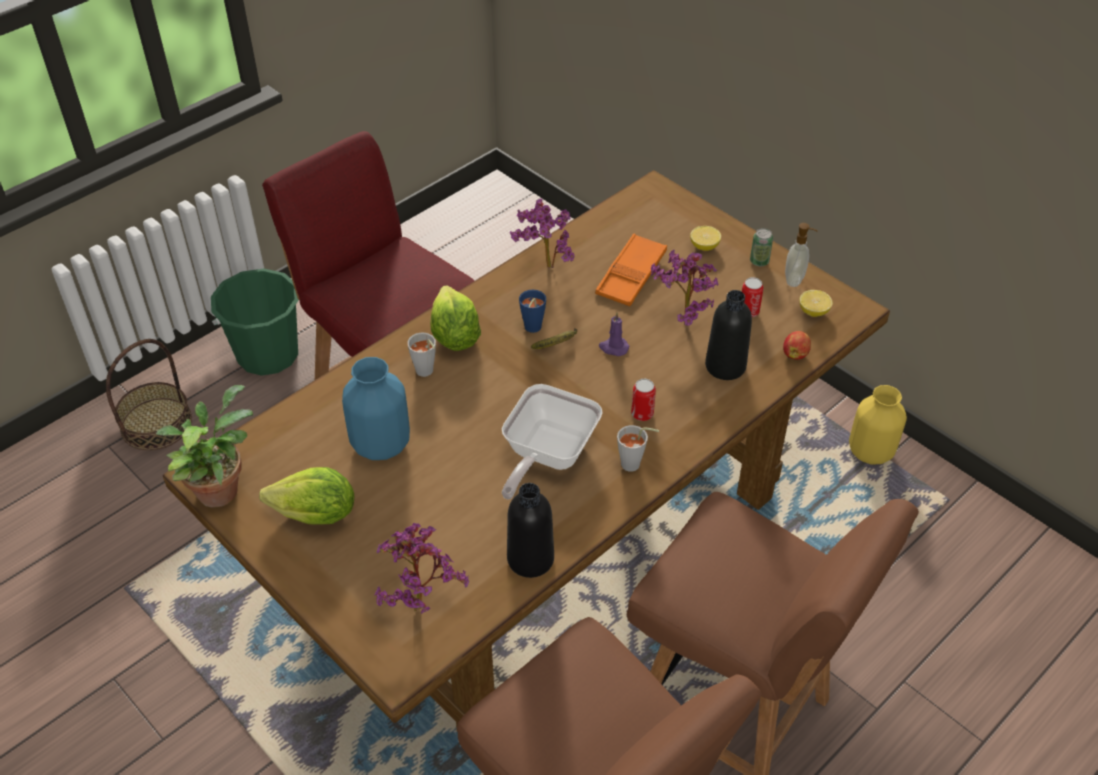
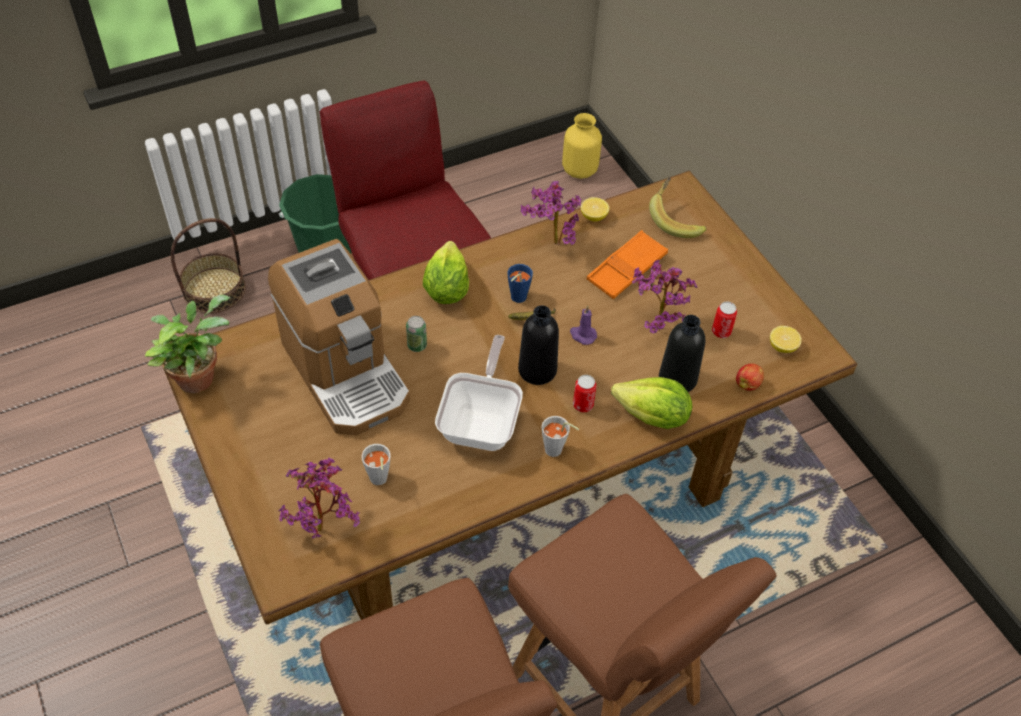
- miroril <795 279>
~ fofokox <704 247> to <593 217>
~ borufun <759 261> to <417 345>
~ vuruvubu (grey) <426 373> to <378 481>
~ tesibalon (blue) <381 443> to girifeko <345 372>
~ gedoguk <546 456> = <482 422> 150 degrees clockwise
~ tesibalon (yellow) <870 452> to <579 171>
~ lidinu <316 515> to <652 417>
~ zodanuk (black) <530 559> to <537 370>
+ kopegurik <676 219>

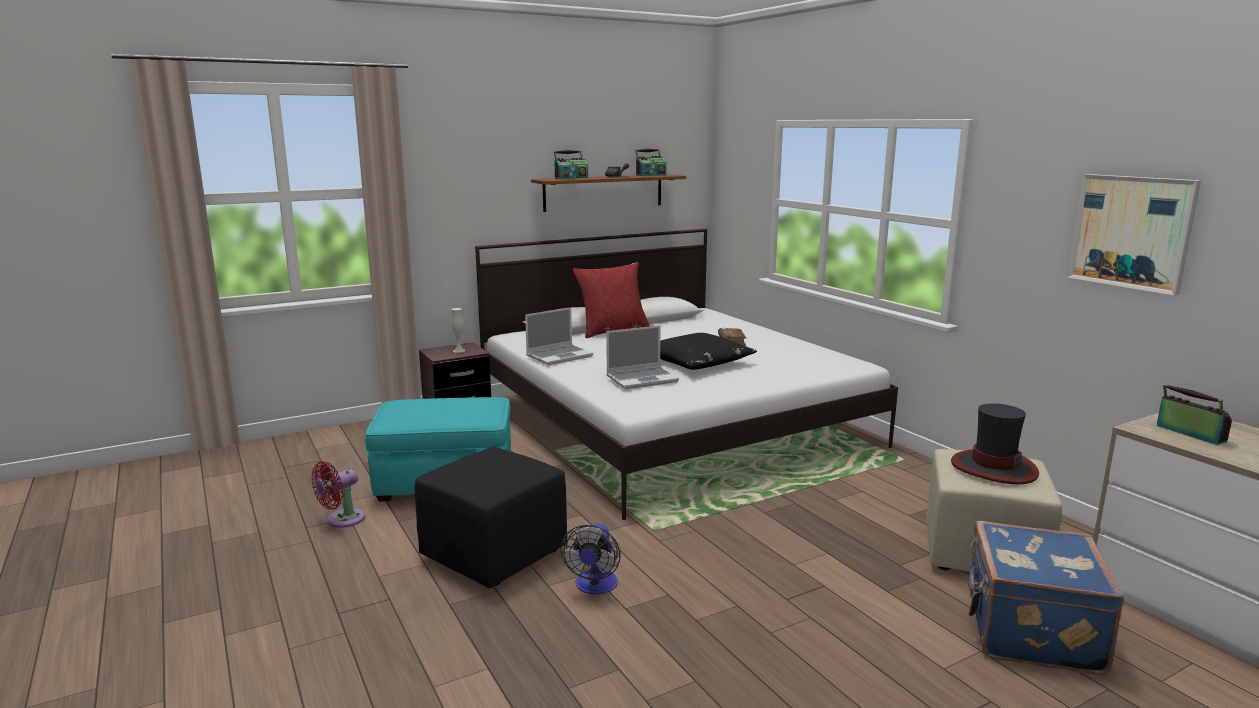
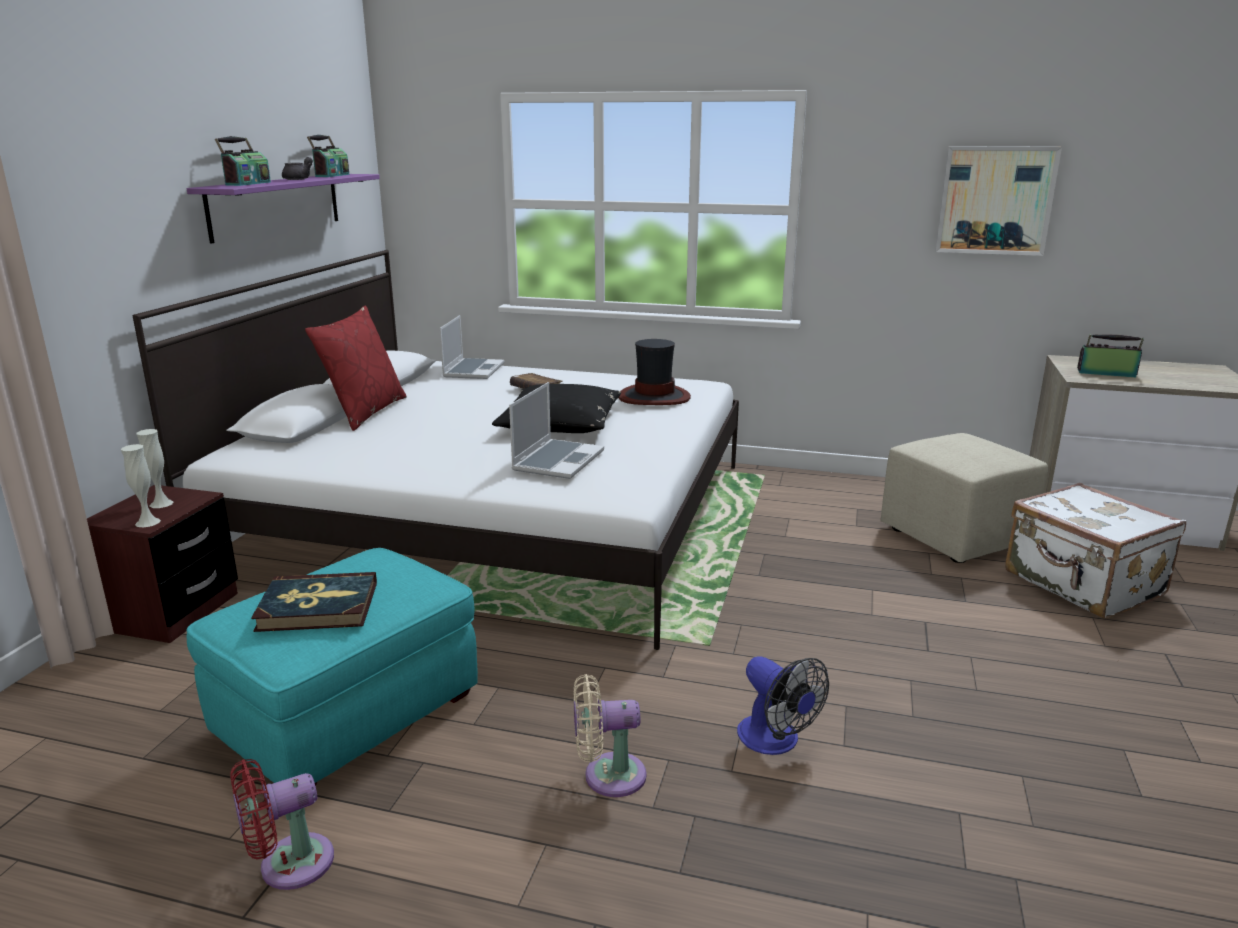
~ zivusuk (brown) <603 192> to zivusuk (purple) <276 205>
~ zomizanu <559 356> to <473 370>
~ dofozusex <993 468> to <653 397>
~ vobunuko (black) <493 556> to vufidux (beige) <608 776>
~ vufidux (red) <342 520> = <288 865> 60 degrees clockwise
~ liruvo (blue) <1029 631> to liruvo (white) <1082 585>
+ tesibalon (white) <147 522>
+ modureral <318 607>

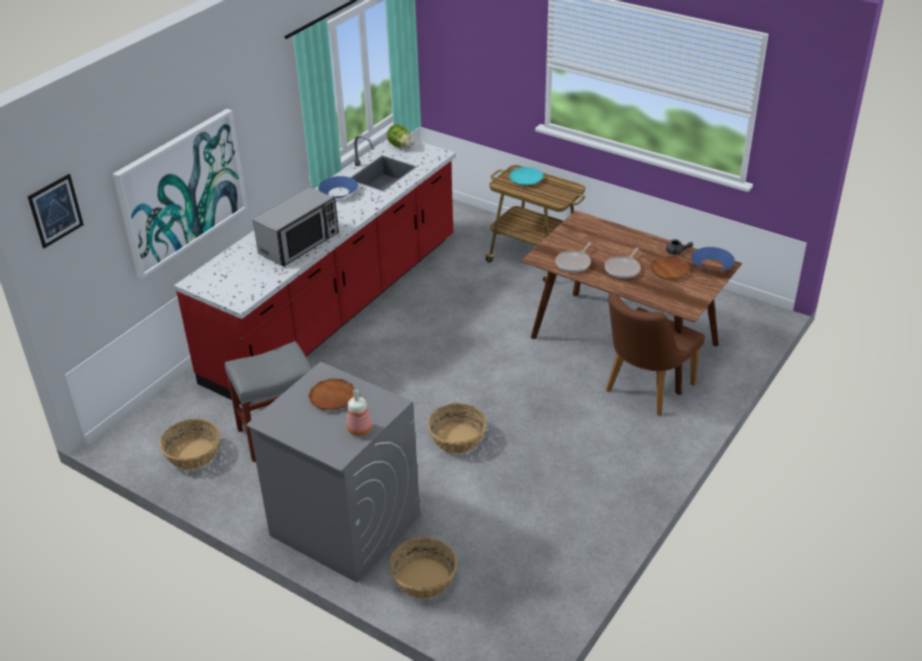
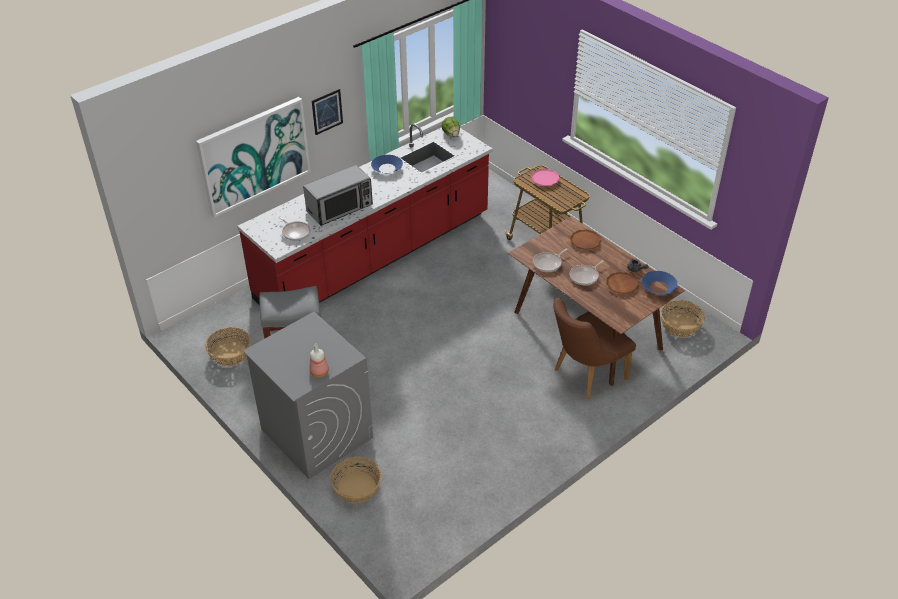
~ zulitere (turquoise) <526 178> to zulitere (pink) <545 179>
~ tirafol <55 210> to <327 111>
~ zulitere (brown) <332 397> to <585 241>
~ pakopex <457 438> to <680 326>
+ gedoguk <295 232>

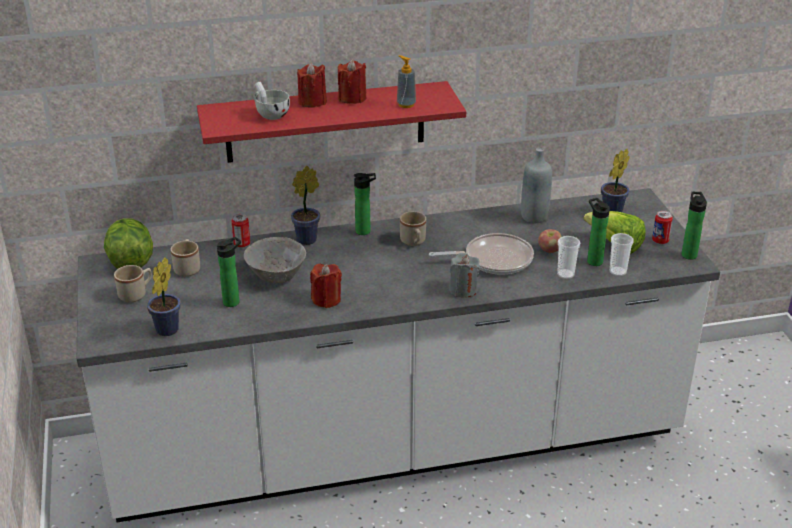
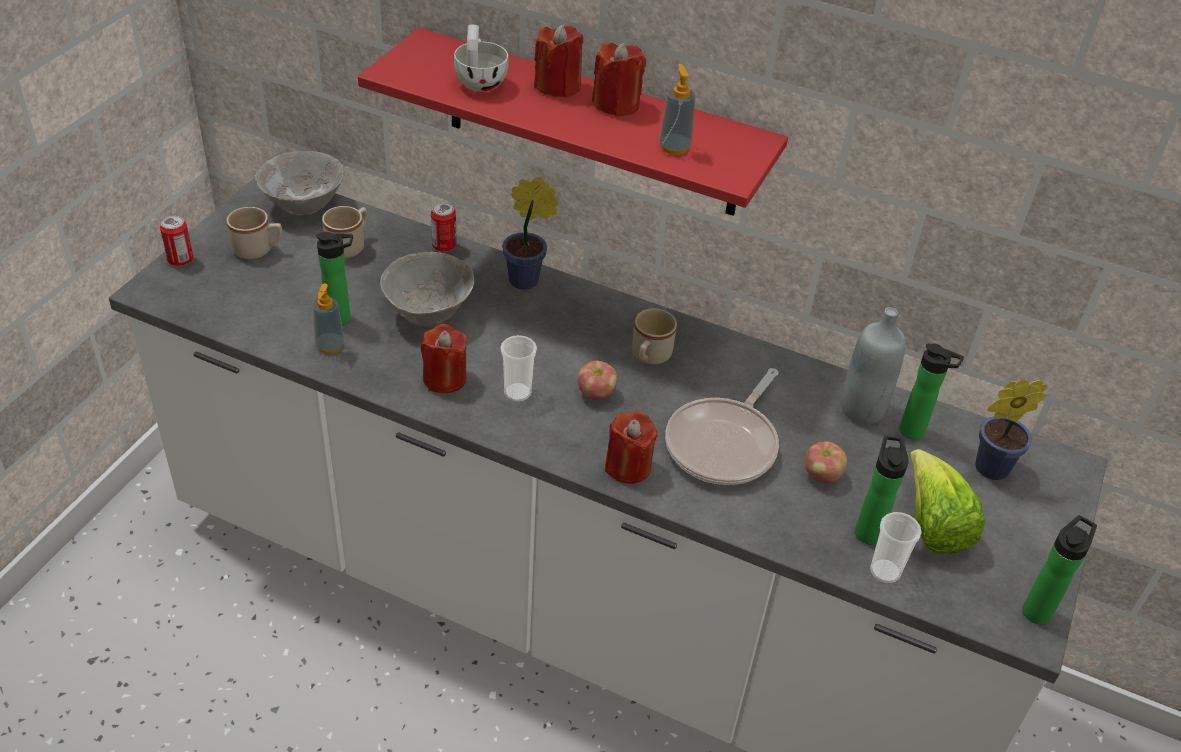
~ zodanuk <365 231> to <916 432>
~ borufun <660 241> to <180 260>
~ lidinu <130 262> to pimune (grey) <303 205>
~ gedoguk <493 259> = <724 444> 90 degrees clockwise
~ vuruvubu <565 274> to <517 393>
~ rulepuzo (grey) <463 290> to rulepuzo (red) <628 466>
- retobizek <165 331>
+ miroril <330 346>
+ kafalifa <596 393>

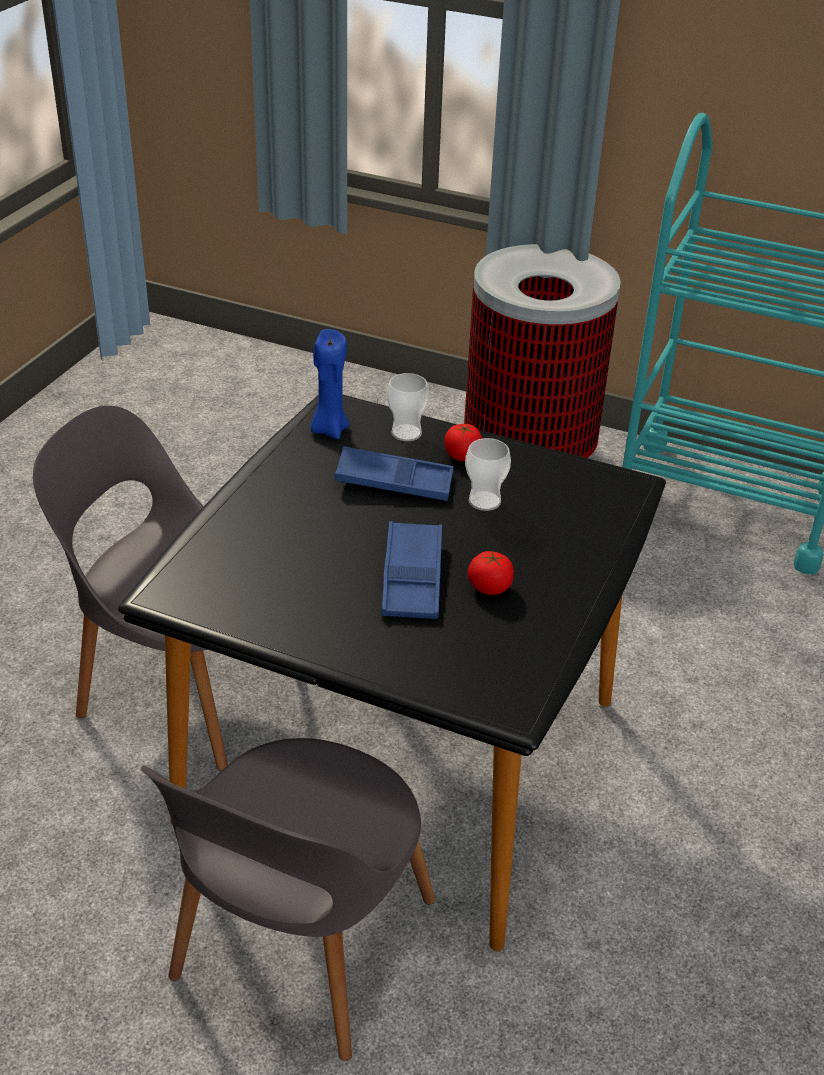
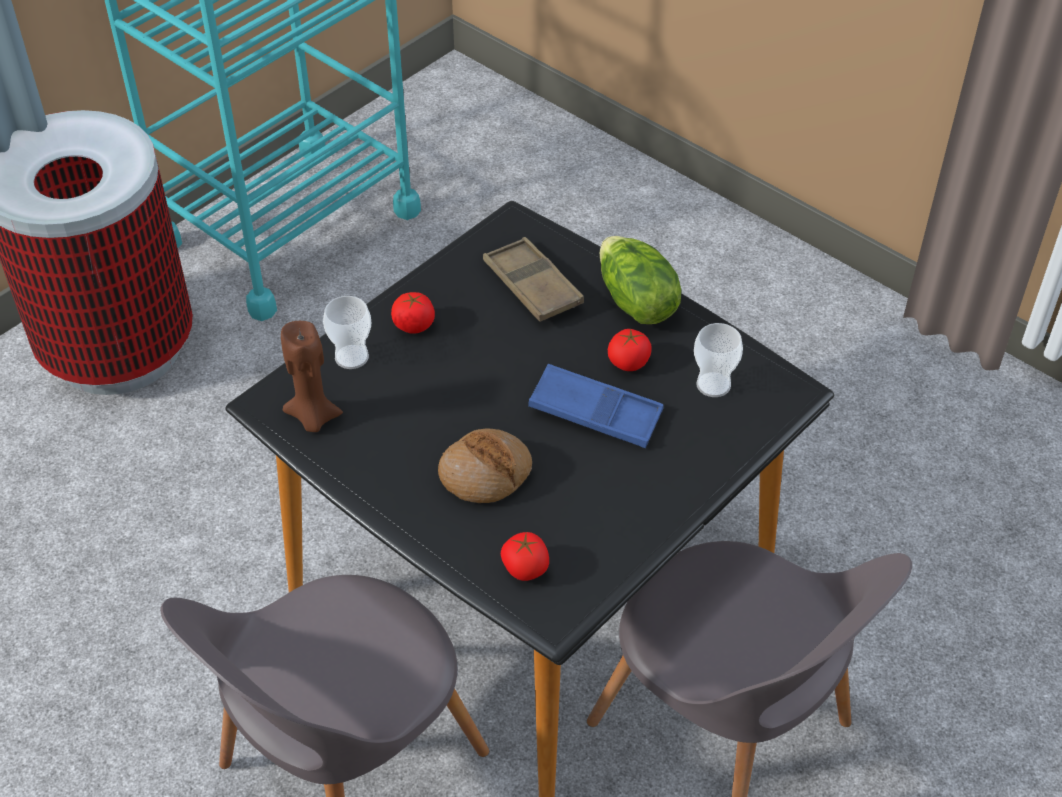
~ rulepuzo (blue) <329 429> to rulepuzo (brown) <313 418>
~ vuruvubu <484 501> to <713 384>
- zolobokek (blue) <394 482>
+ lidinu <635 302>
+ zolobokek (brown) <532 286>
+ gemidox <485 473>
+ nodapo <525 568>

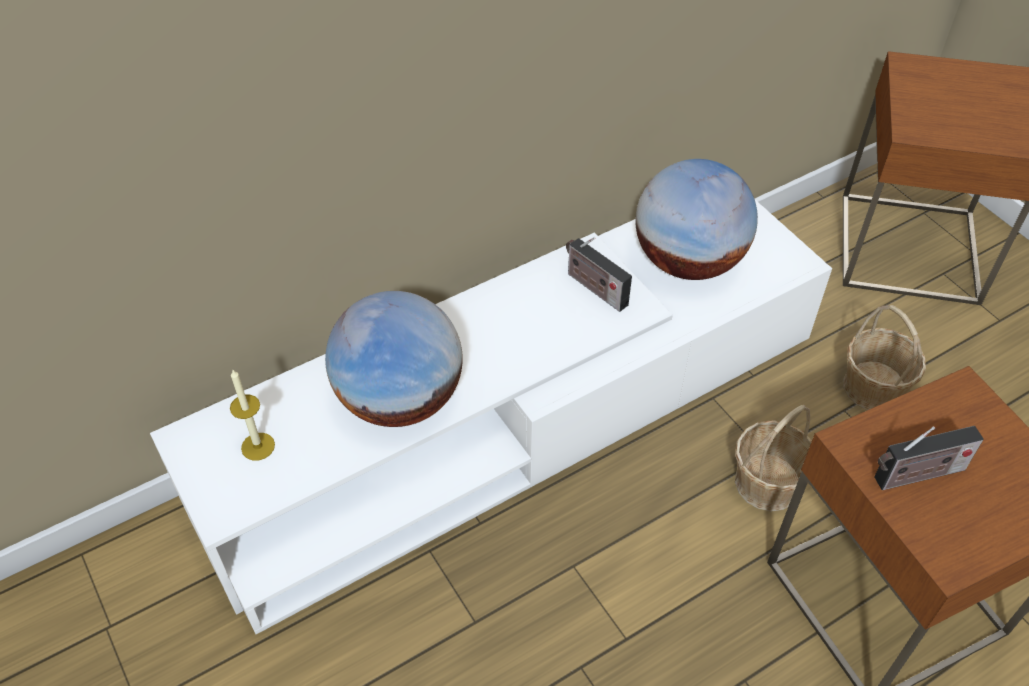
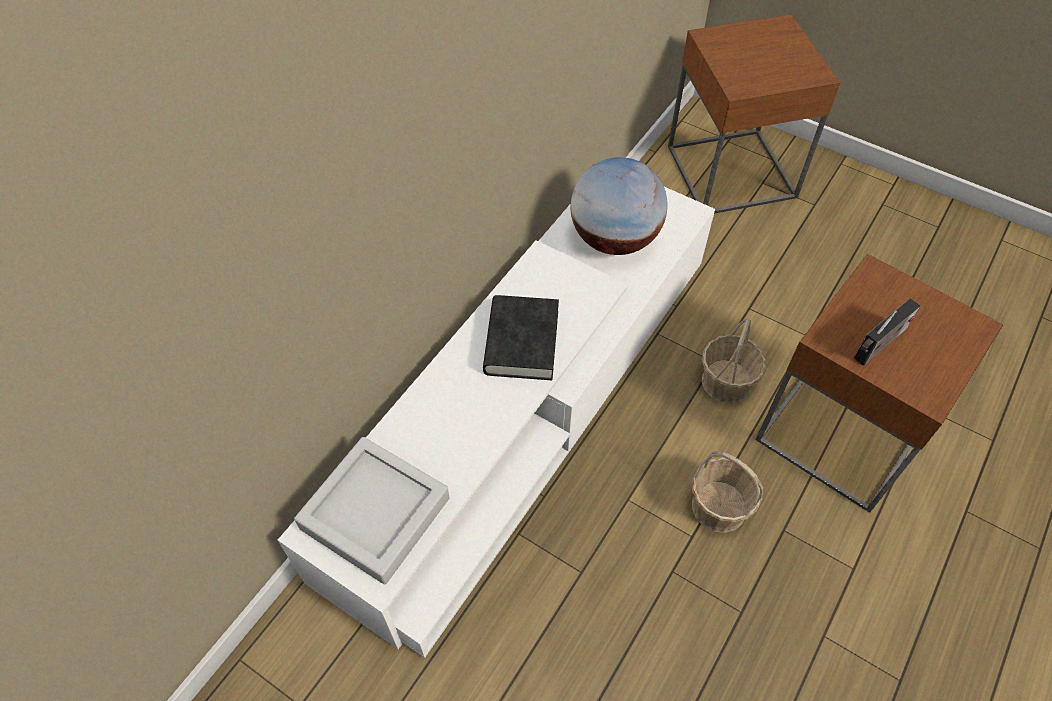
- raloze <594 288>
- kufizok <399 399>
~ pakopex <873 387> to <718 506>
~ rulepuzo <258 446> to zolobokek (grey) <375 513>
+ modureral (black) <521 342>

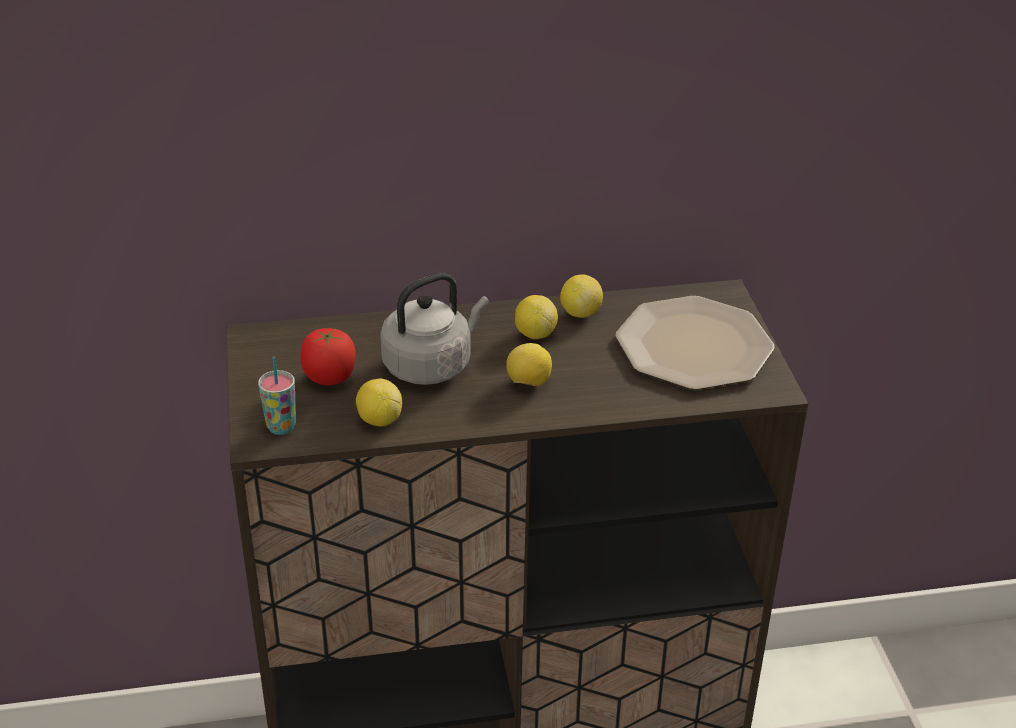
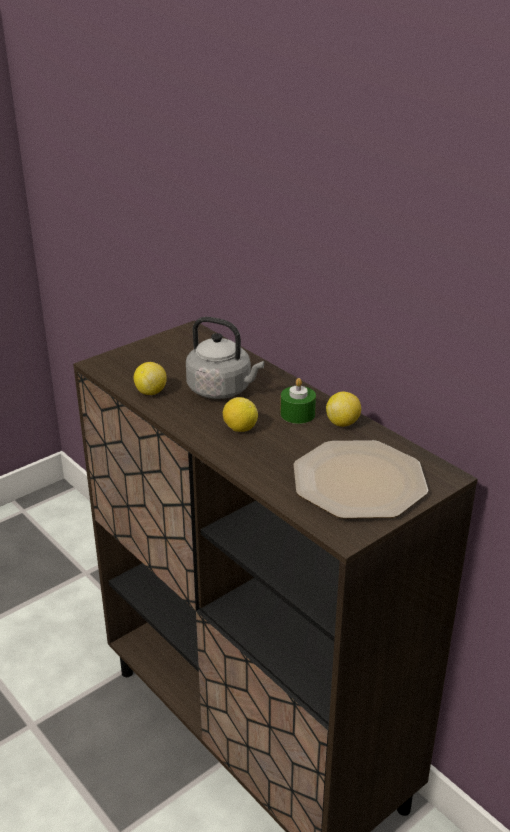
~ fofokox <535 334> to rulepuzo (green) <297 414>
- nodapo <329 378>
- vuruvubu <281 427>

